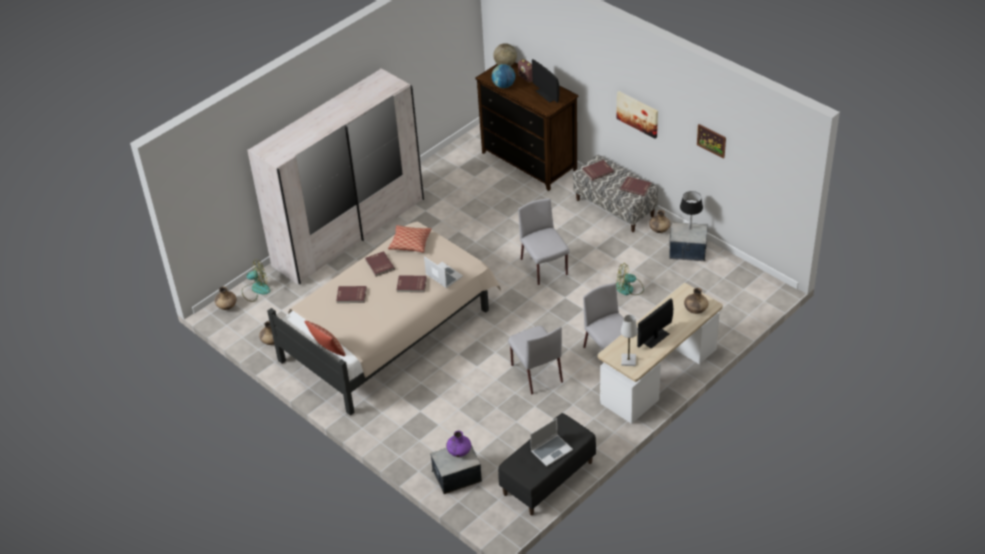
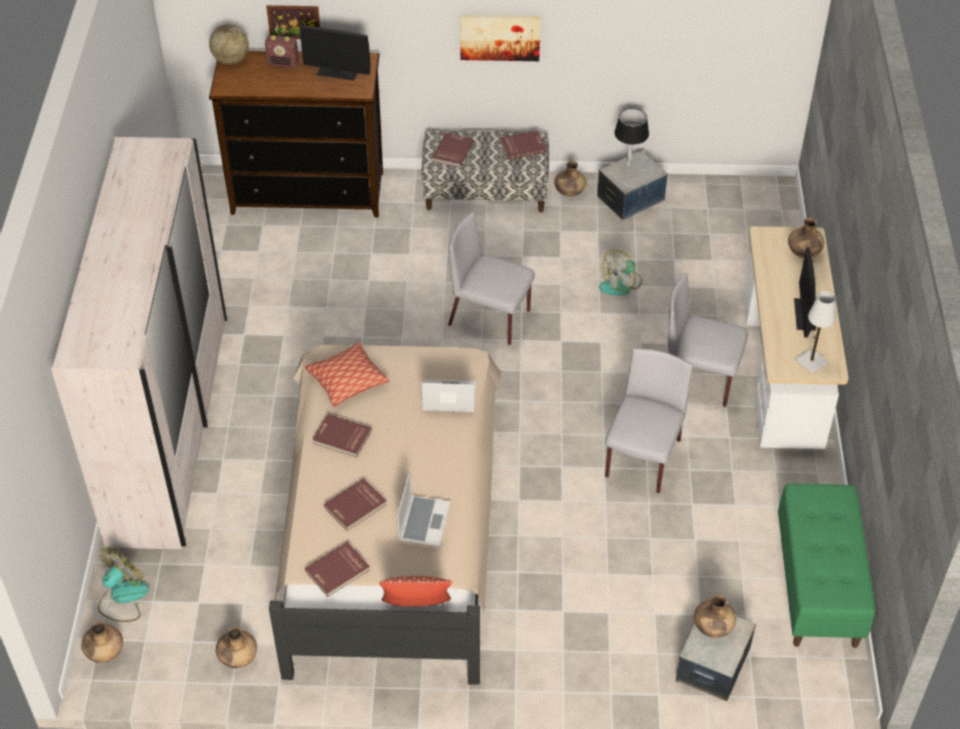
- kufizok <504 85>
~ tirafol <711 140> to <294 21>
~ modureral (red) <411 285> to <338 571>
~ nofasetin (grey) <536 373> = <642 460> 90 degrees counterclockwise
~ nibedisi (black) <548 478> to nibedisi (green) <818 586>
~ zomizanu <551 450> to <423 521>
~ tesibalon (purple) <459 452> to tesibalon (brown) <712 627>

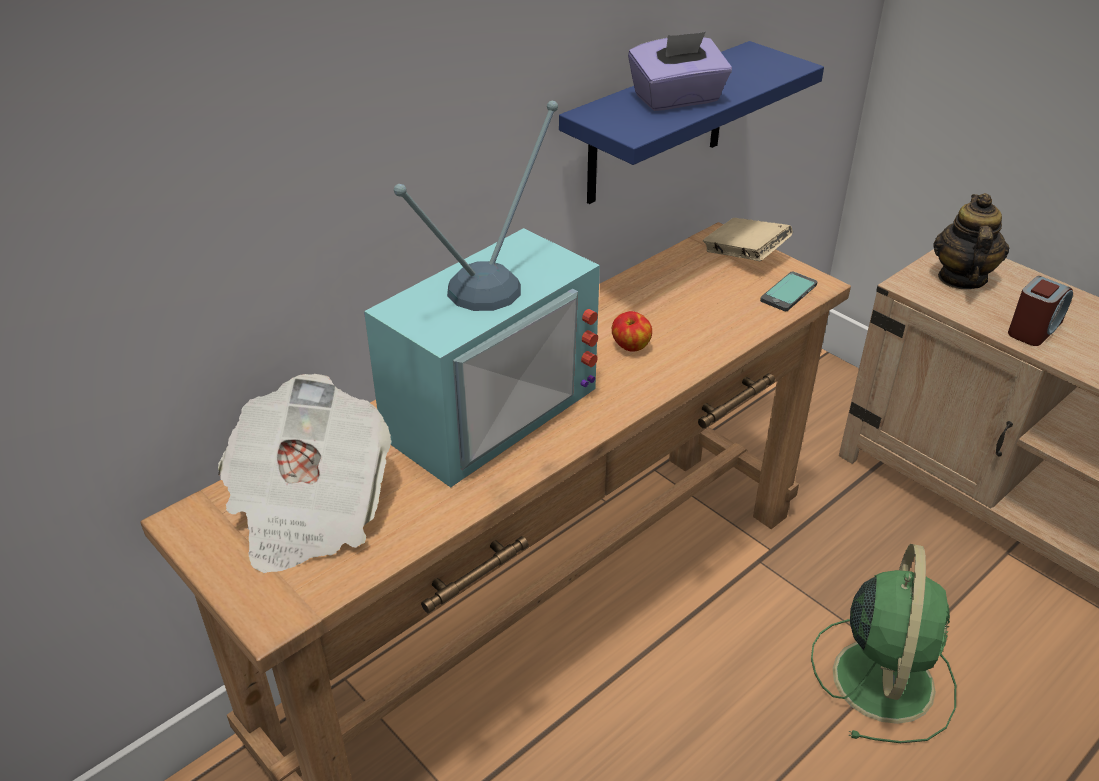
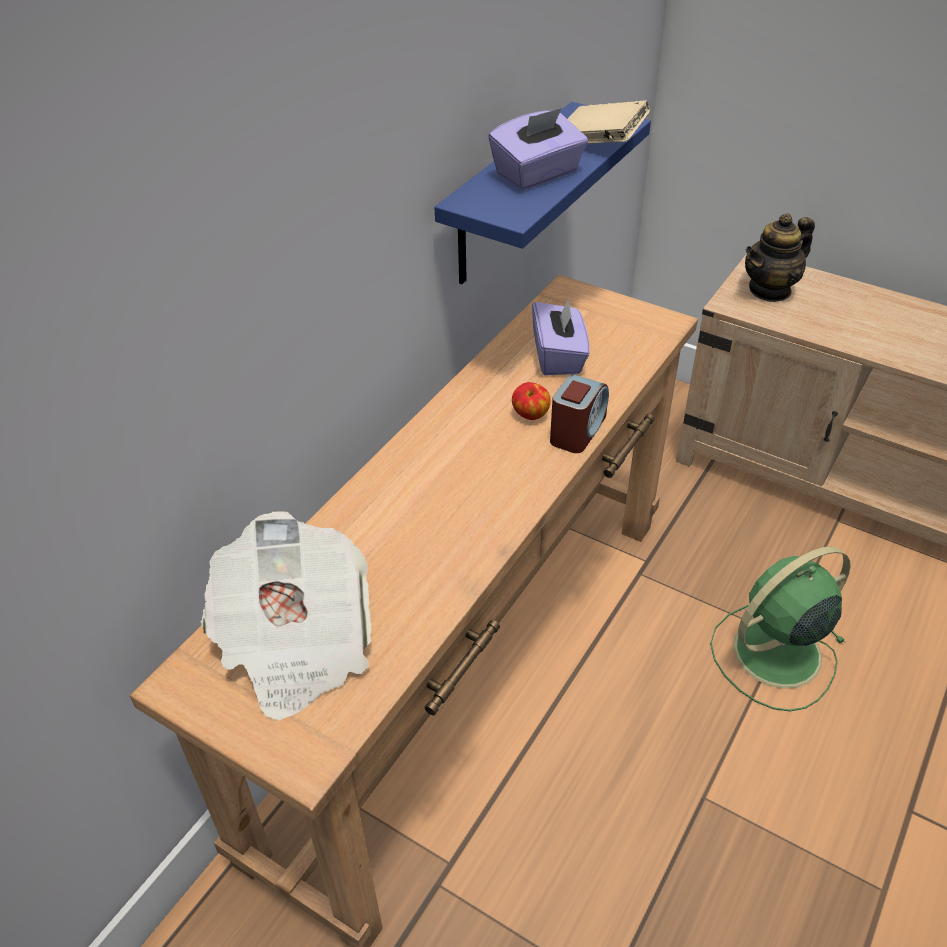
- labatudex <485 406>
~ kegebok <961 278> = <770 290> 120 degrees counterclockwise
~ modureral (beige) <744 256> to <601 143>
- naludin <789 293>
~ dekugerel <1034 329> to <577 430>
~ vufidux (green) <883 676> = <773 654> 120 degrees counterclockwise
+ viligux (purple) <558 357>

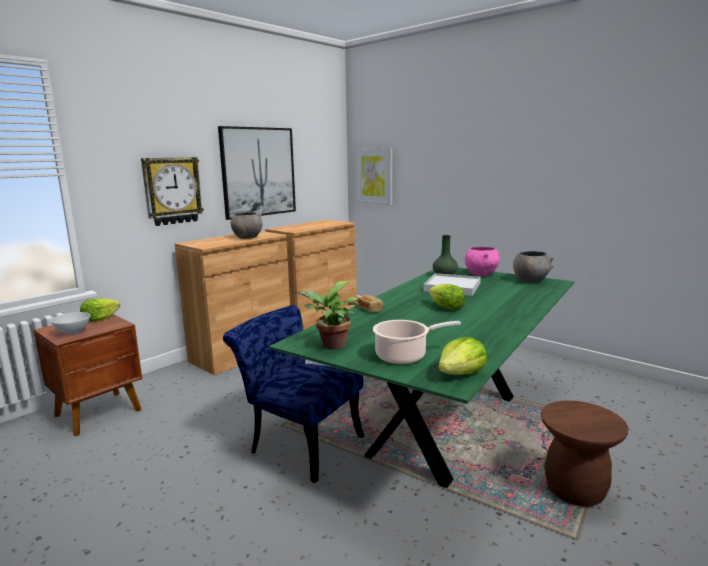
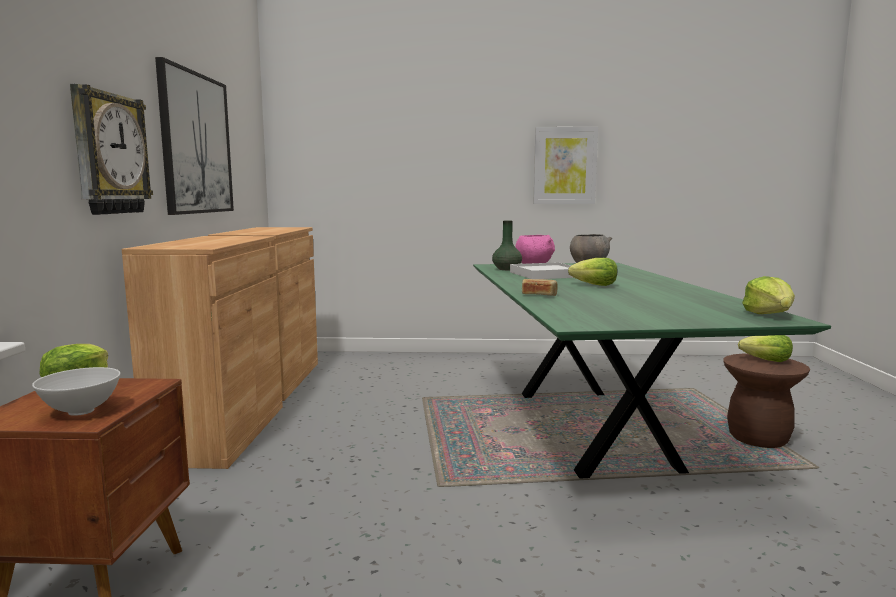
~ tirafol <374 176> to <565 166>
- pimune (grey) <247 237>
- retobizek <331 346>
- nofasetin (blue) <299 443>
- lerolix <404 356>
+ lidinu <766 360>

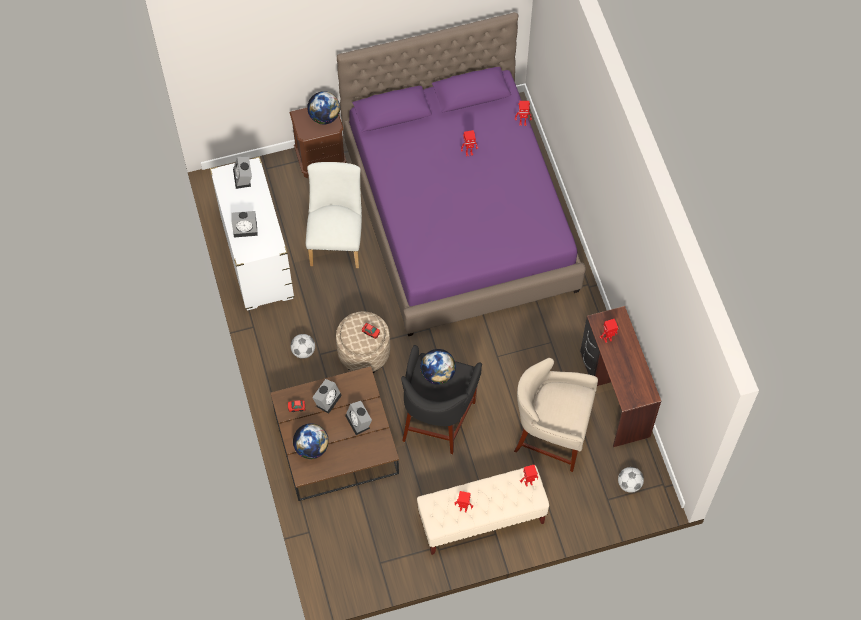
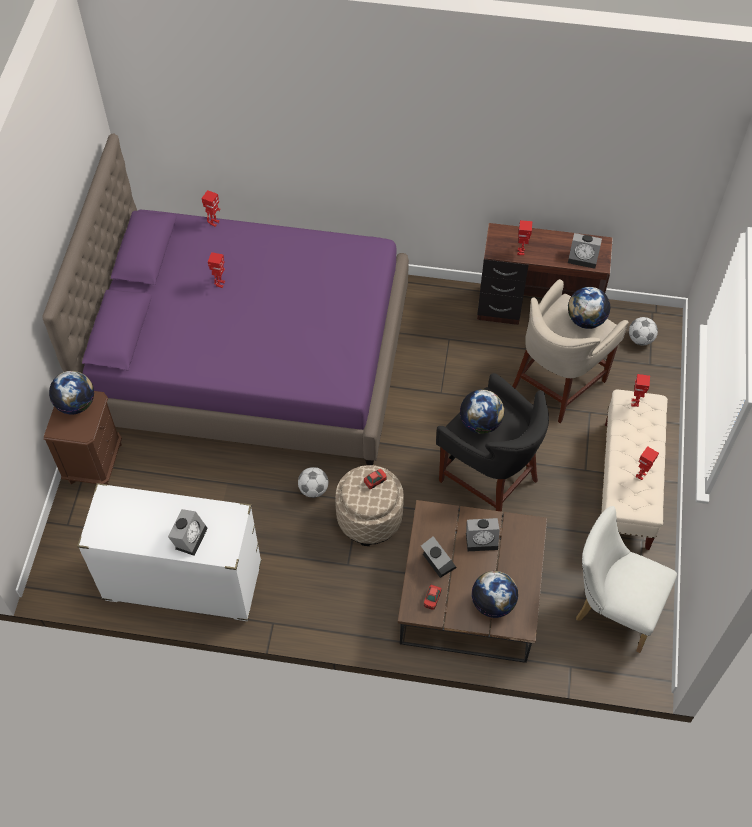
~ dekugerel <243 178> to <584 257>
~ nofasetin (white) <337 240> to <612 607>
~ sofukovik <303 351> to <313 489>
+ kufizok <585 320>

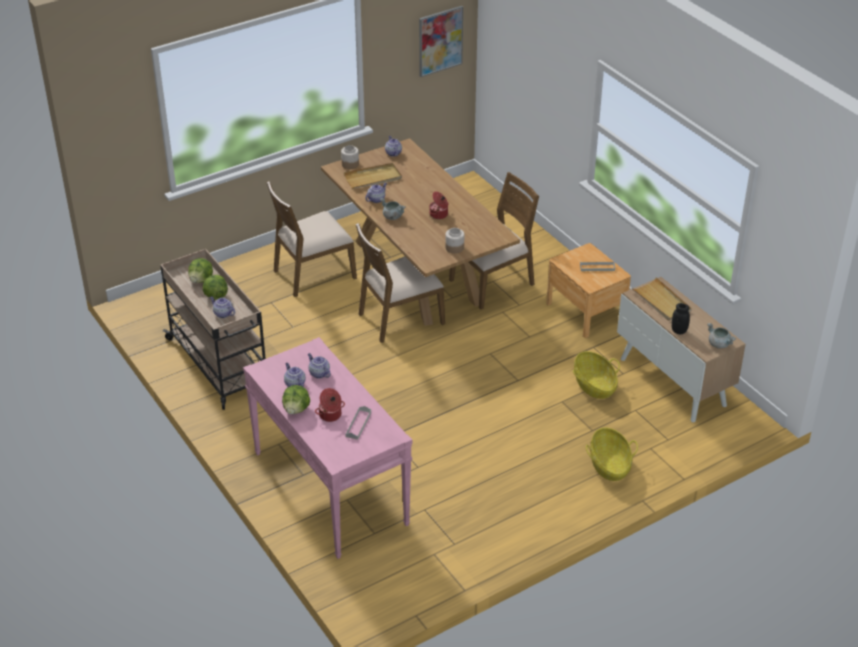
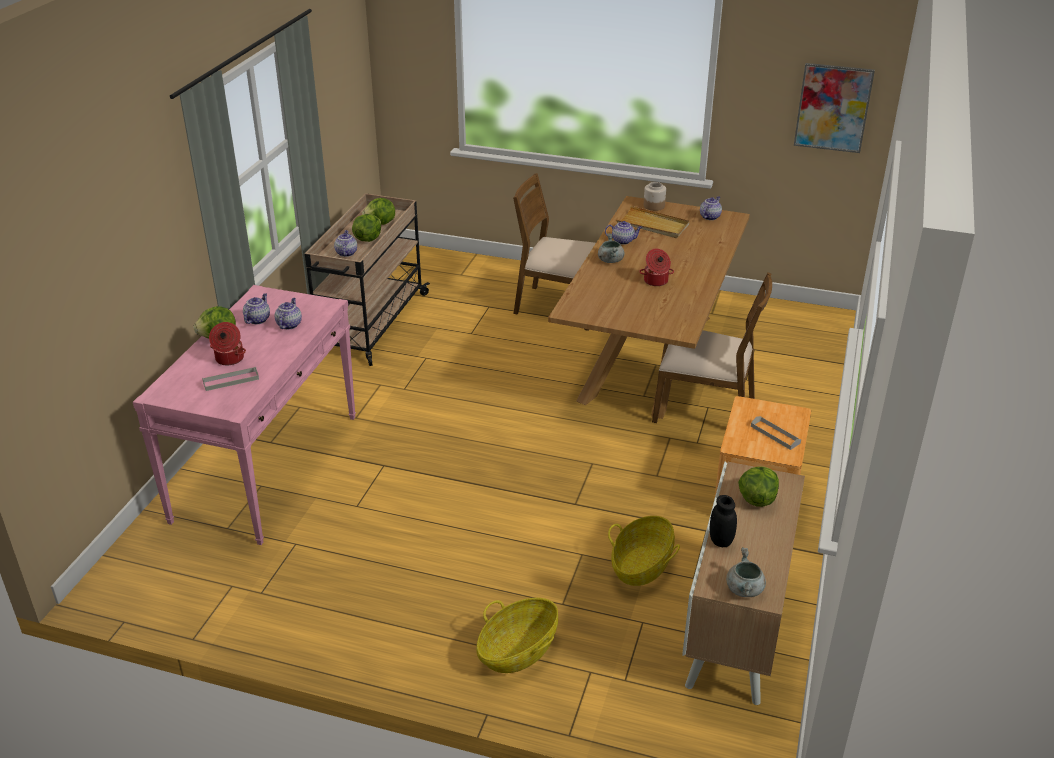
- nofasetin (brown) <400 318>
- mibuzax <454 248>
~ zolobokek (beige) <661 301> to lidinu <756 499>

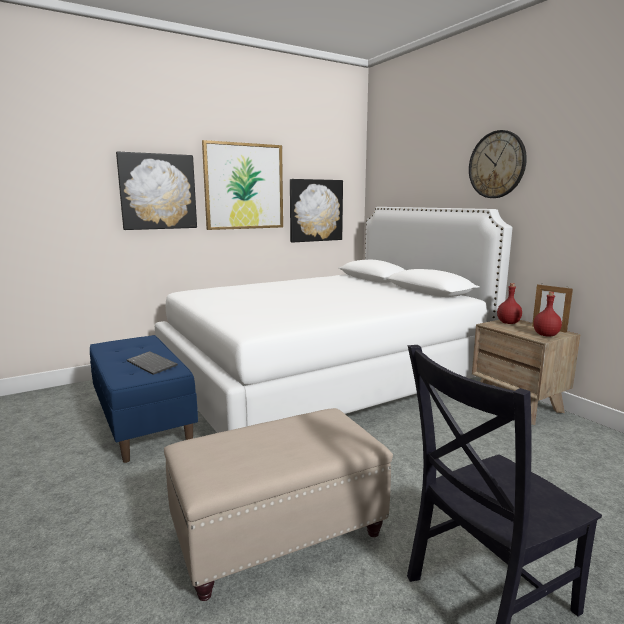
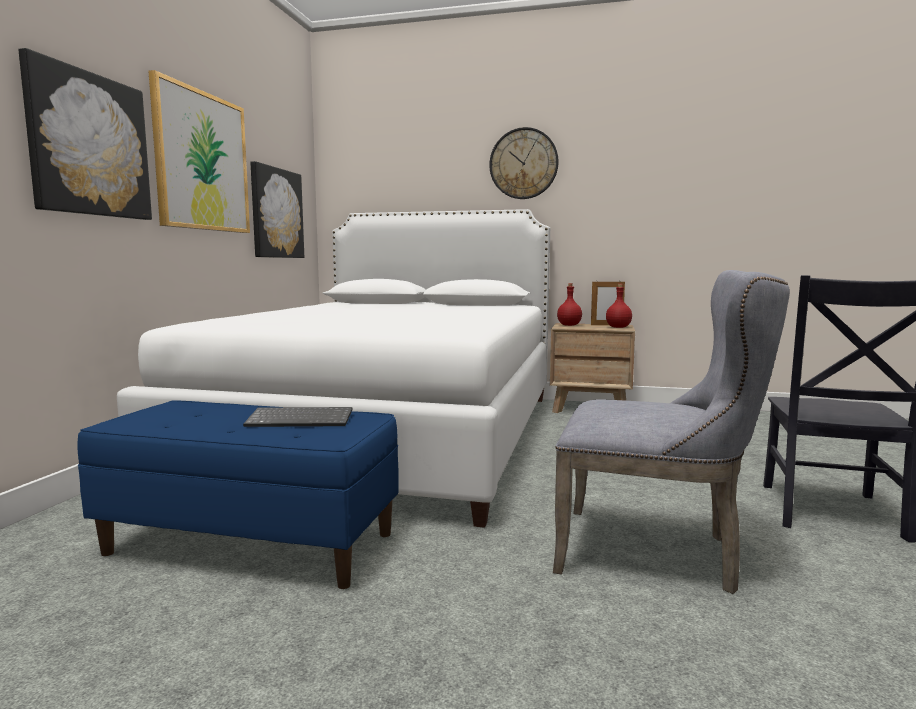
~ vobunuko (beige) <277 533> to nofasetin (grey) <658 552>

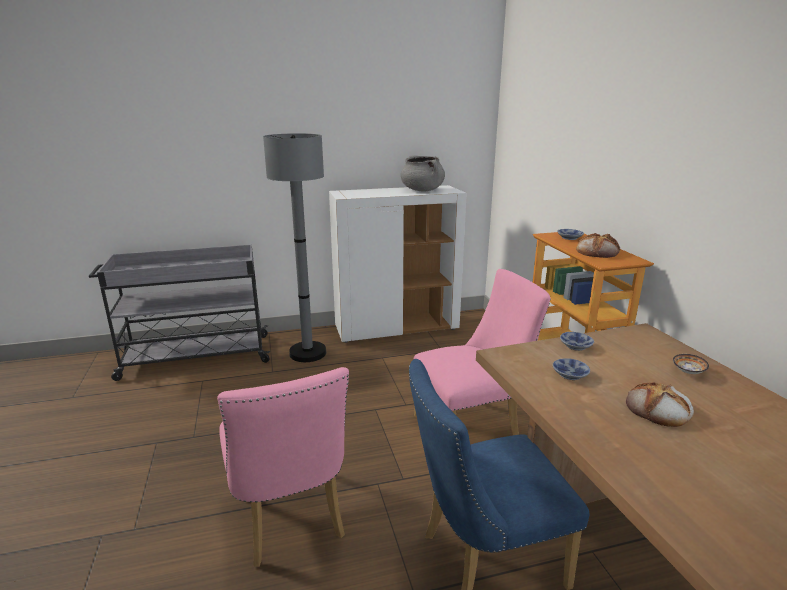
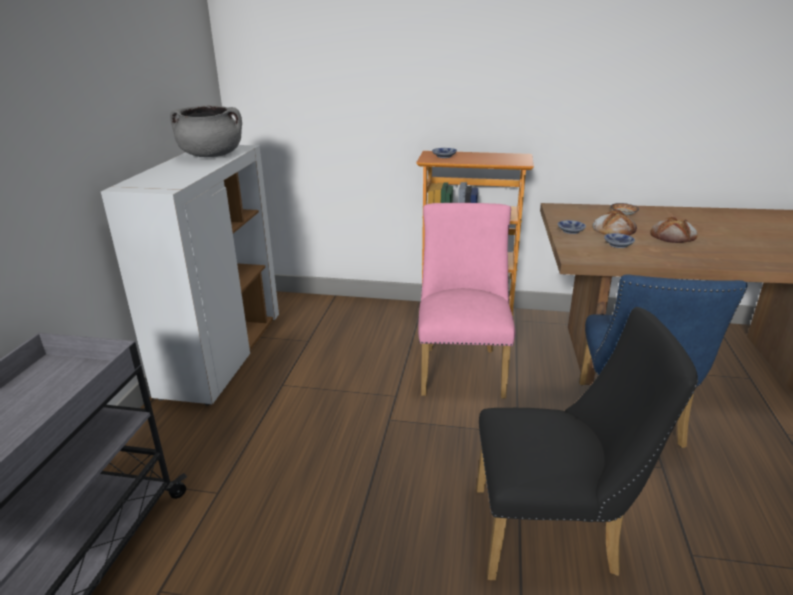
- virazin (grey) <308 353>
~ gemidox <598 251> to <613 229>
~ nofasetin (pink) <289 521> to nofasetin (black) <555 533>

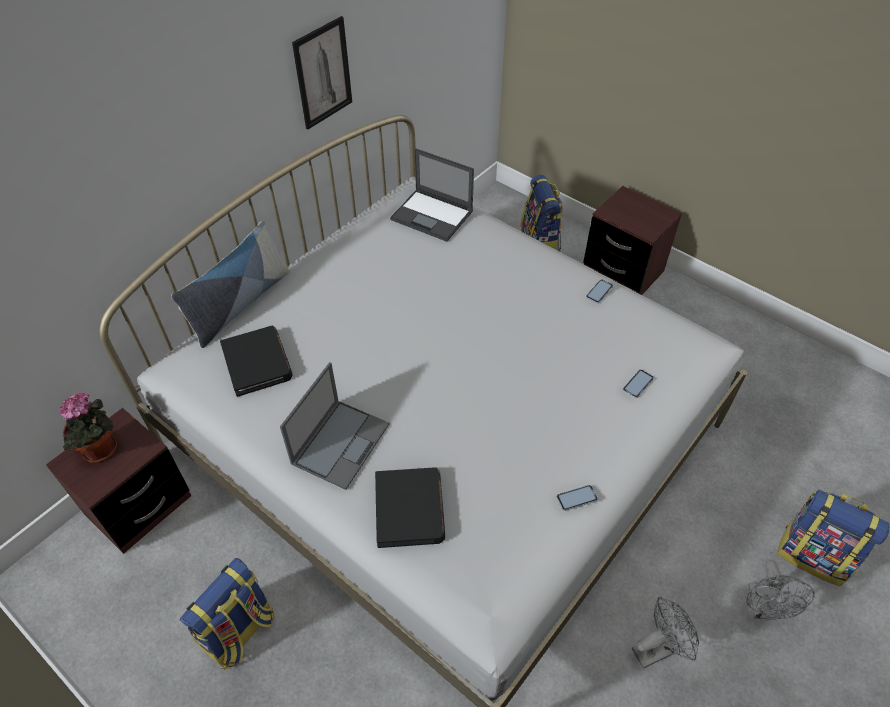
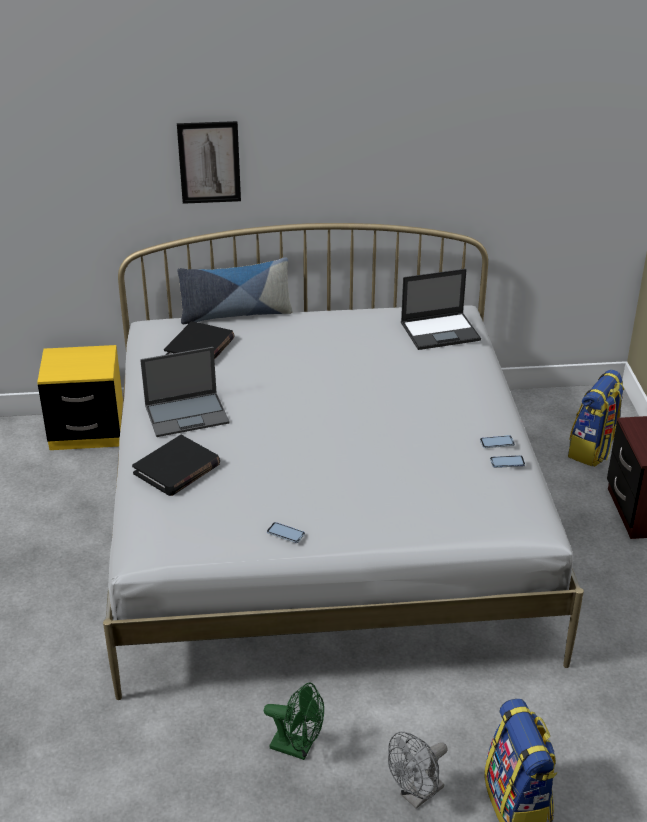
~ tirafol <323 73> to <209 162>
~ zomizanu <433 215> = <441 331> 90 degrees counterclockwise
~ naludin <637 384> to <507 462>
- retobizek <102 451>
~ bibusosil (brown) <139 506> to bibusosil (yellow) <87 432>
- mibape <239 632>
~ vufidux (grey) <657 648> to vufidux (green) <297 748>

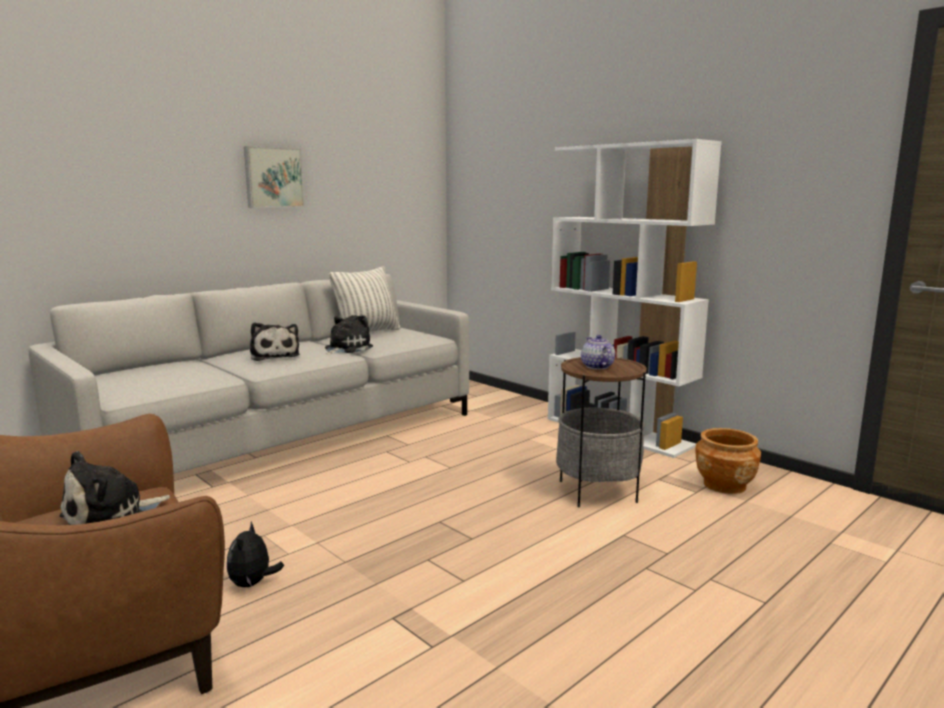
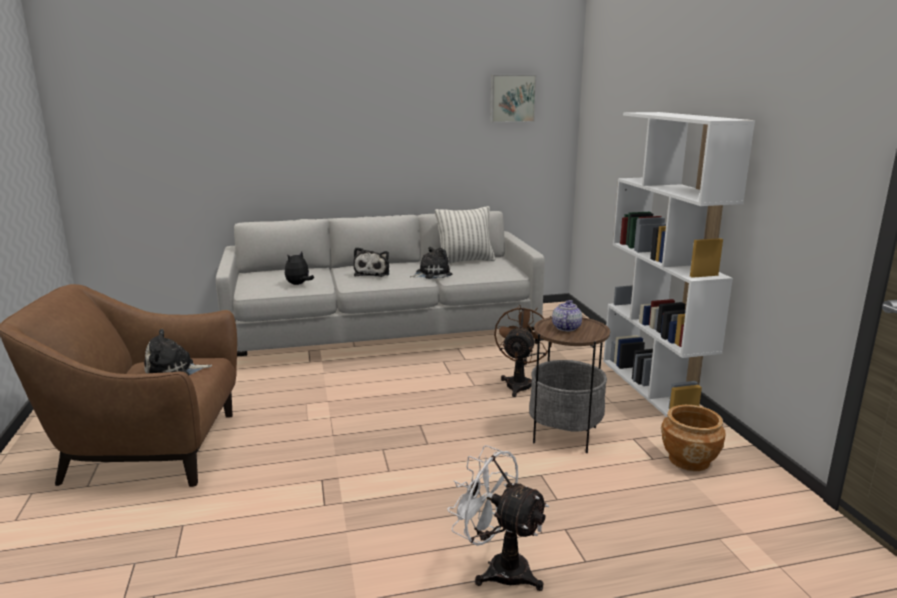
~ tirafol <273 177> to <512 98>
~ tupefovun <253 584> to <298 284>
+ vufidux (brown) <520 383>
+ vufidux (white) <498 568>

